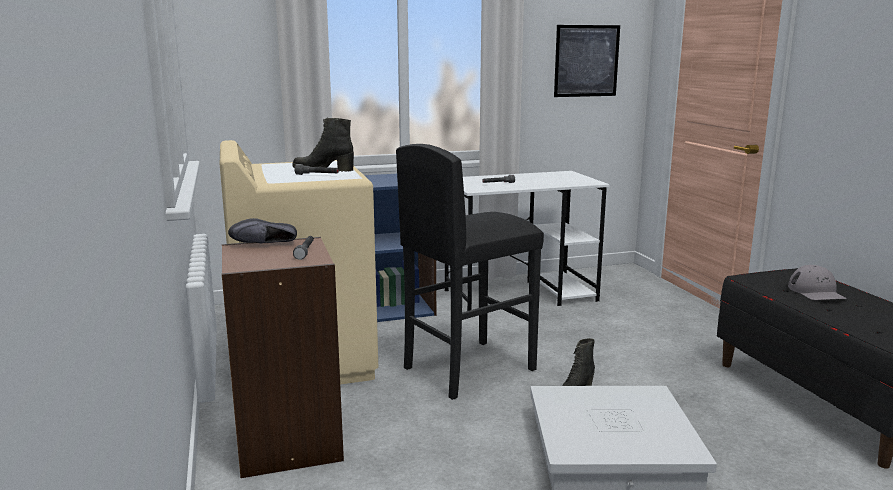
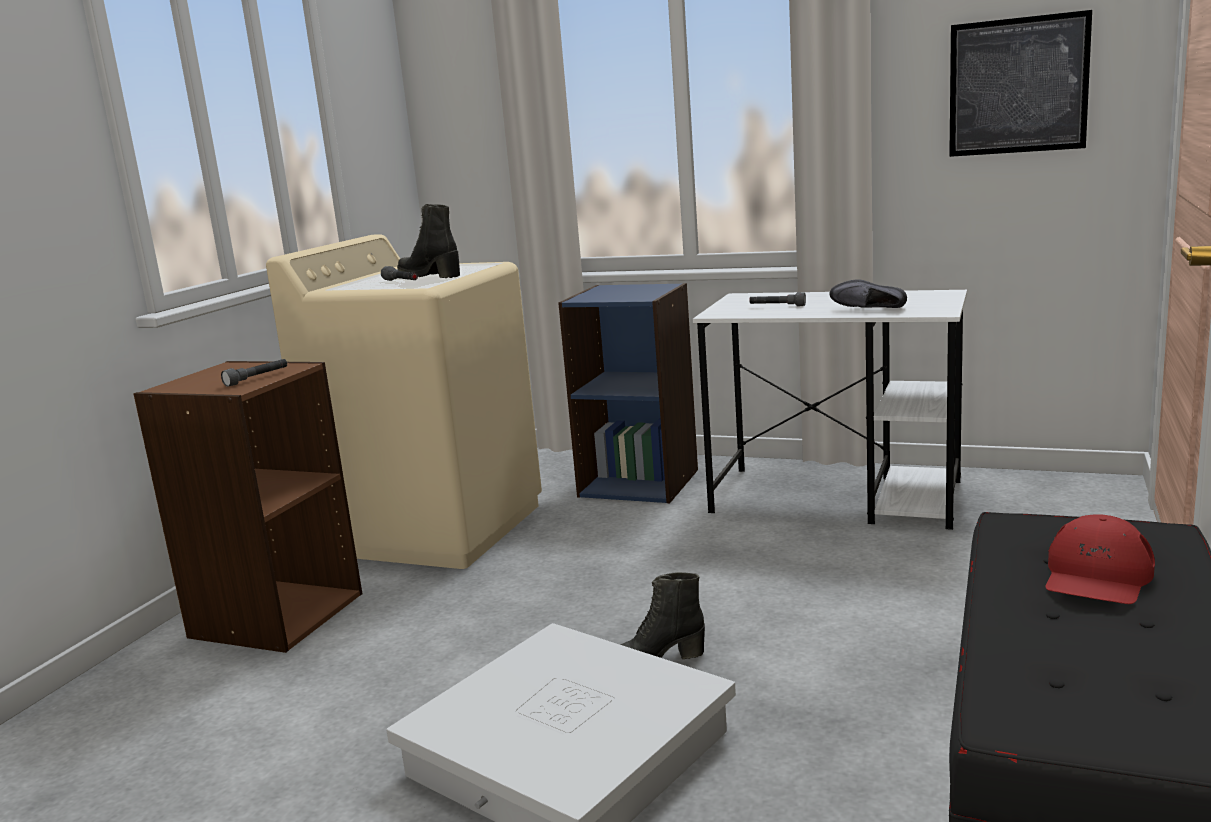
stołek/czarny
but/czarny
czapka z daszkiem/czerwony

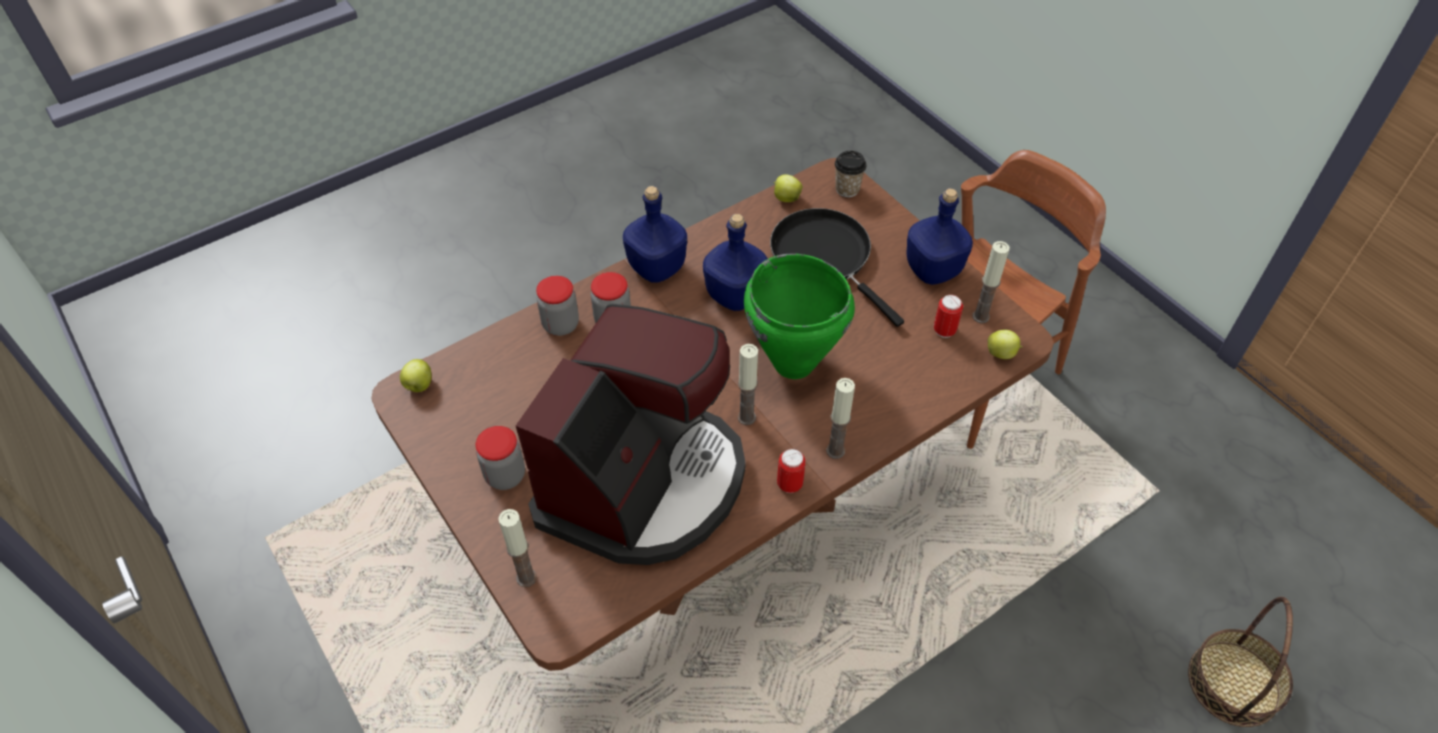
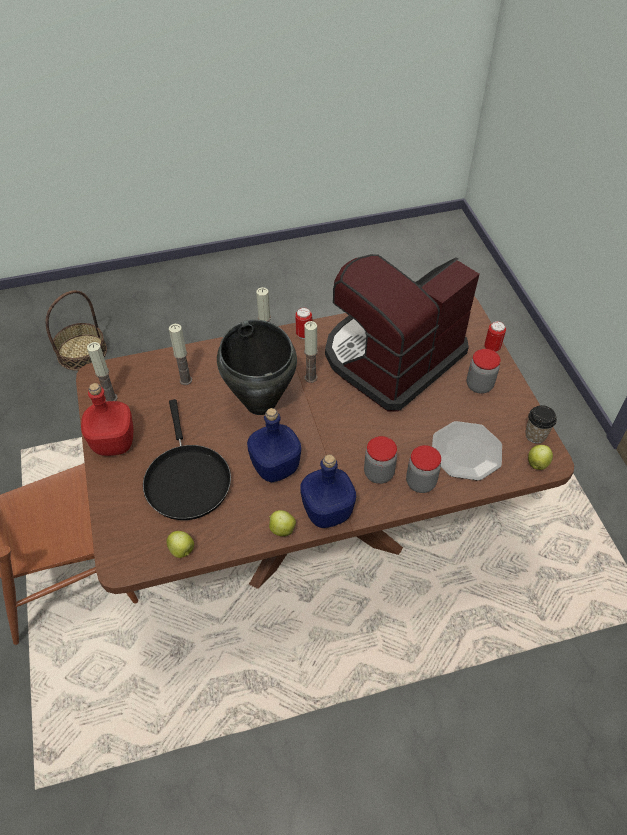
filiżanka
butelka/czerwony
garnek/czarny
puszka (no. 2 from left)
jabłko (no. 2 from left)
świeca (no. 2 from left)
talerz

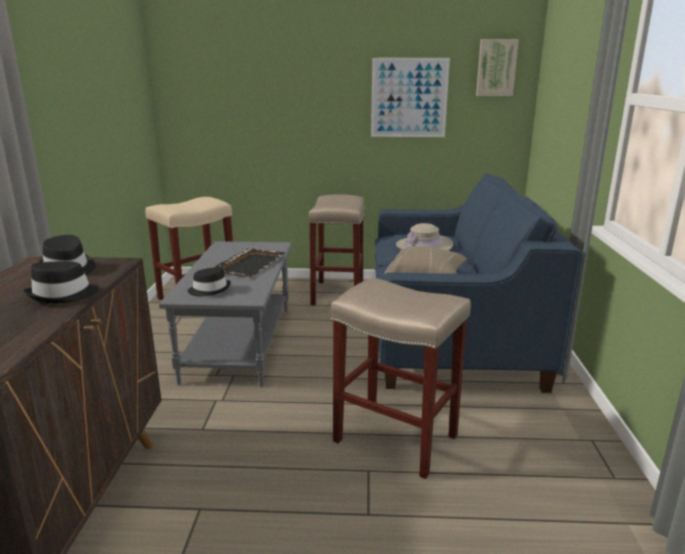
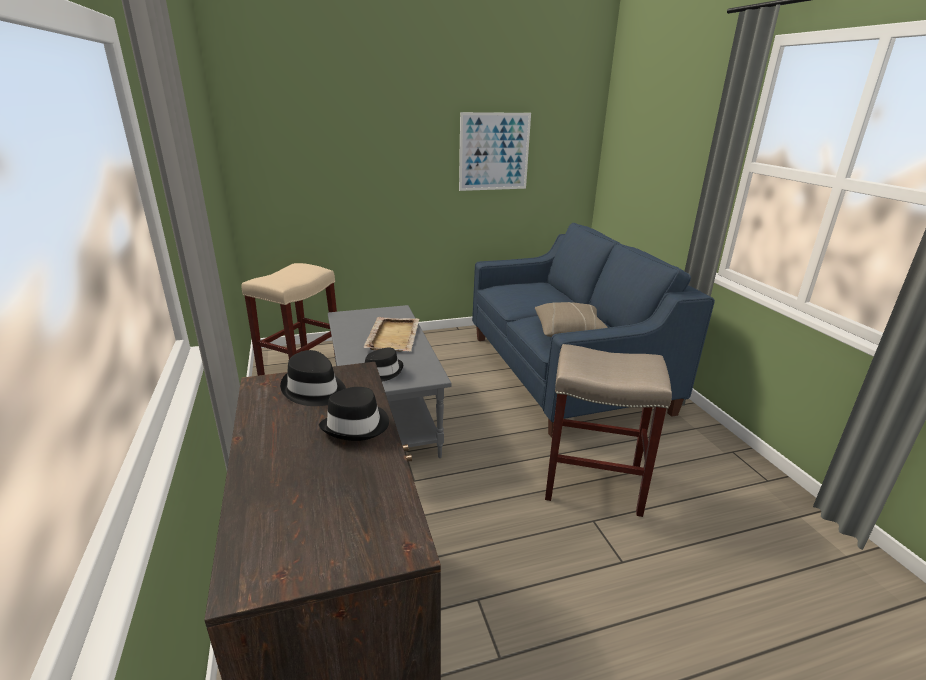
obraz (no. 2 from left in the first image)
stołek/beżowy (no. 2 from left in the first image)
kapelusz/beżowy
taca/beżowy

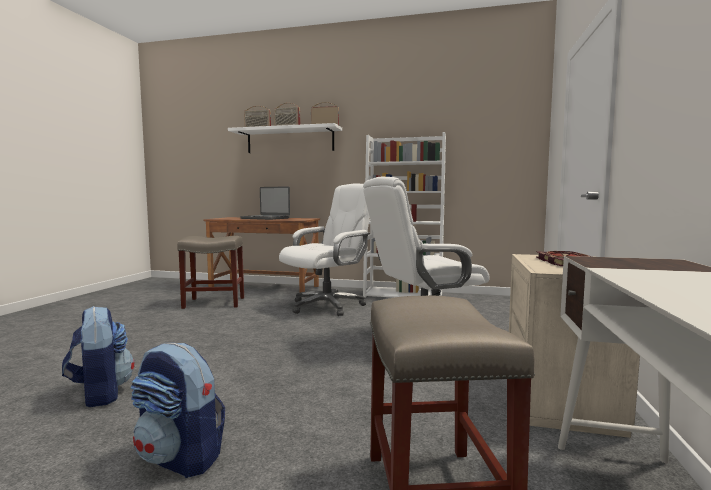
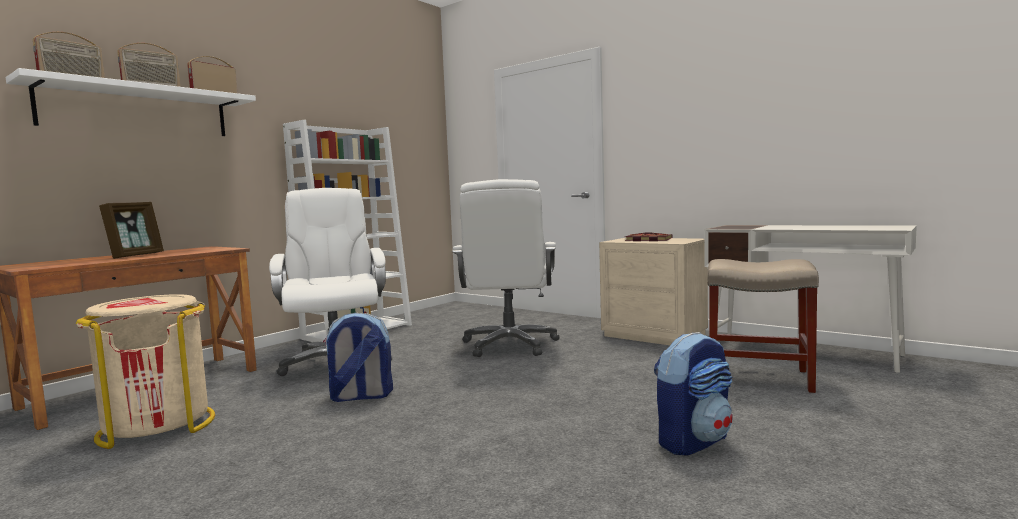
ramka na zdjęcie
kosz na śmieci/beżowy
plecak (no. 1 from left)

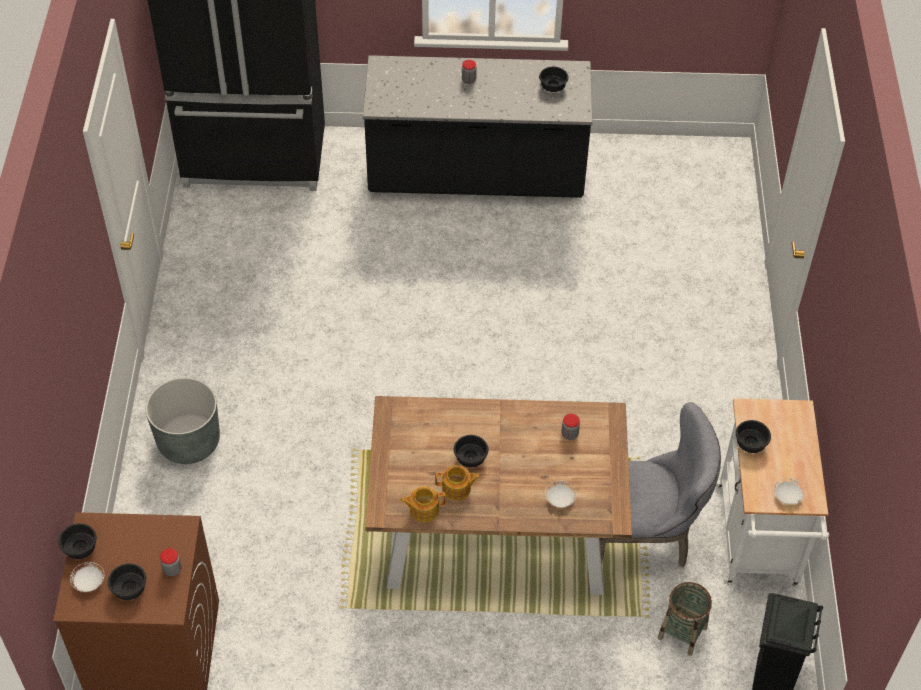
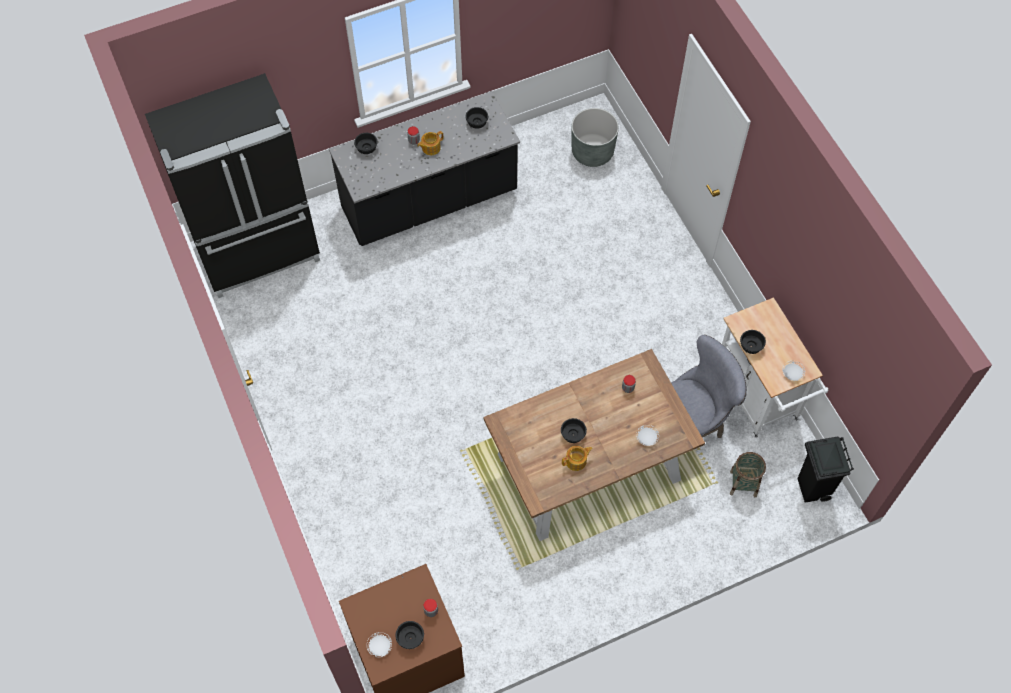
donica/szary
imbryk (no. 1 from left)
miska/czarny (no. 1 from left)

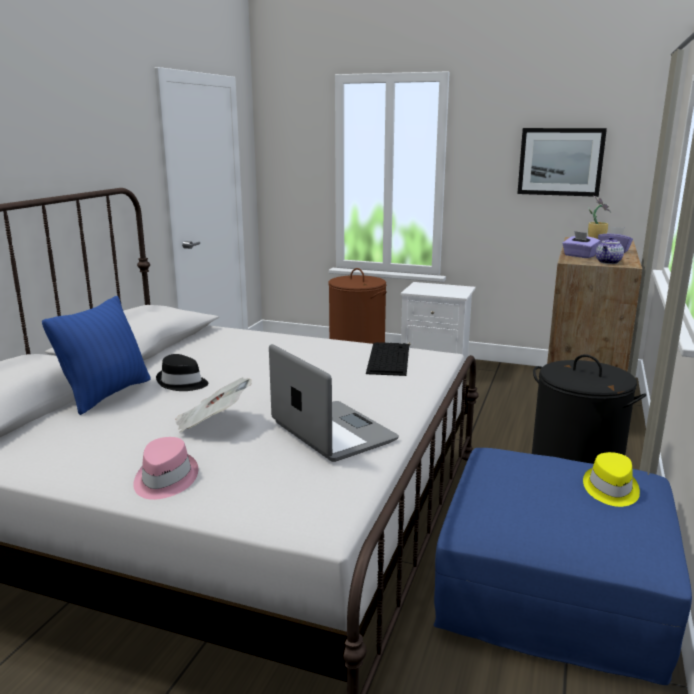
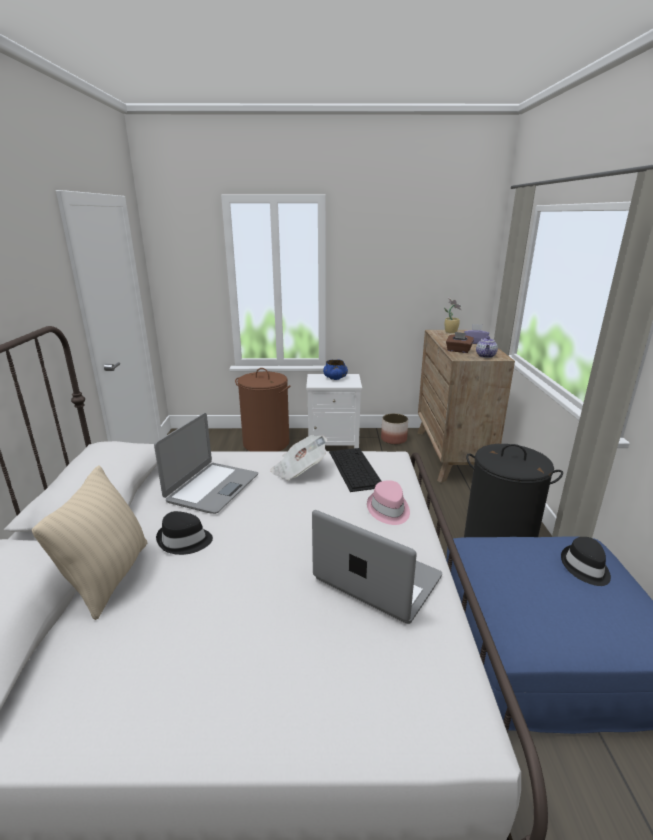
obraz
pudełko chusteczek/brązowy
poduszka/beżowy
gazeta
kapelusz/różowy
kapelusz/czarny (no. 2 from left)
miska/niebieski
laptop (no. 1 from left)
donica

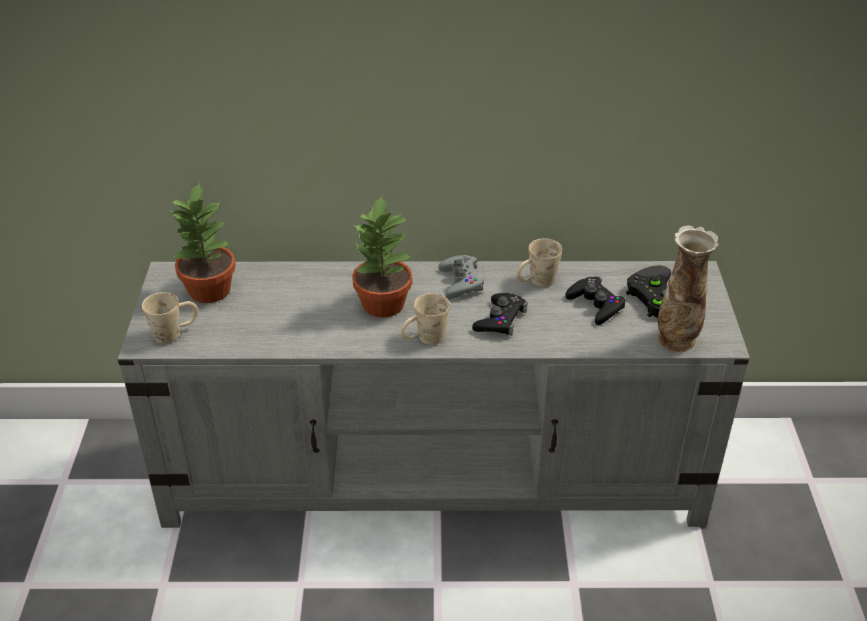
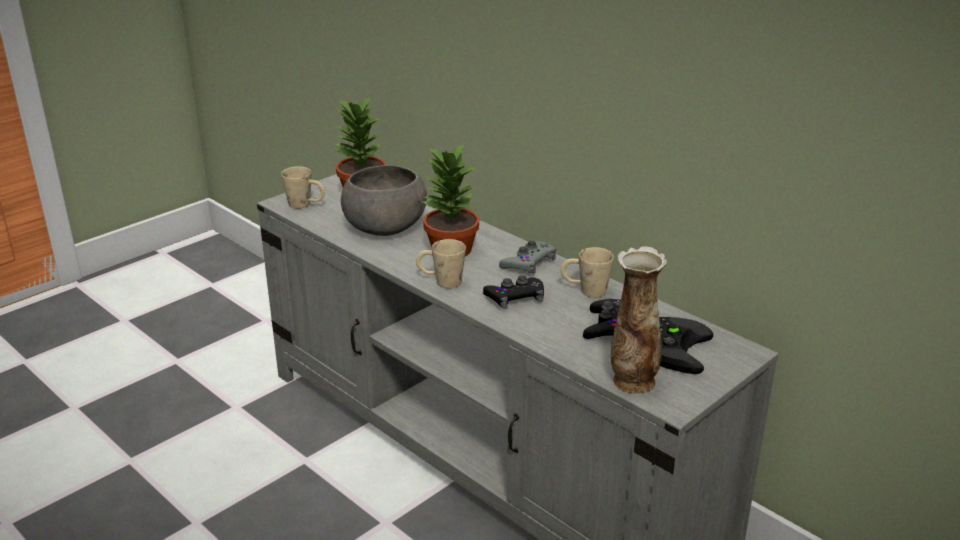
miska/szary

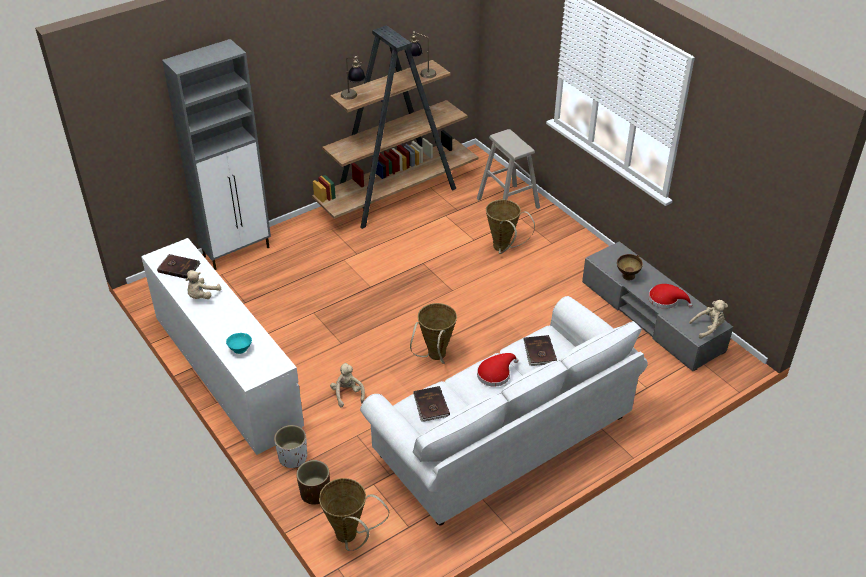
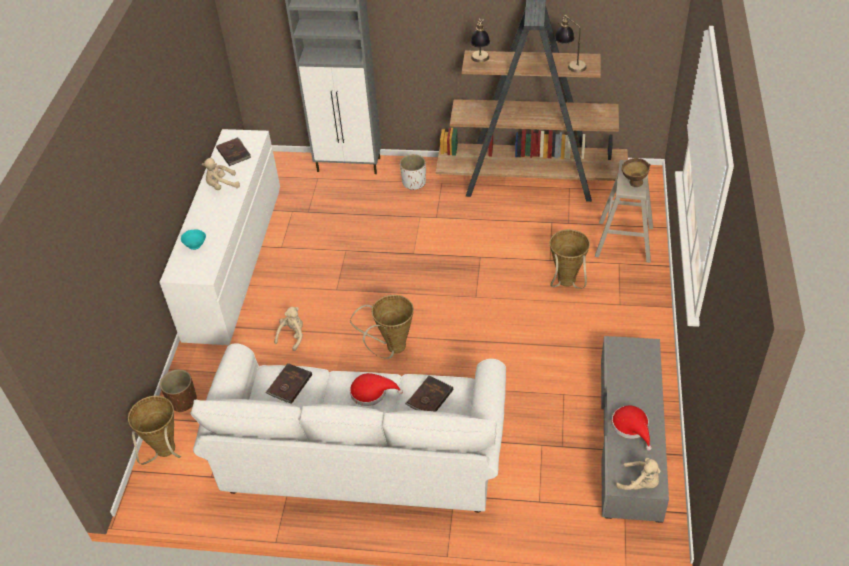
miska/brązowy
donica/biały

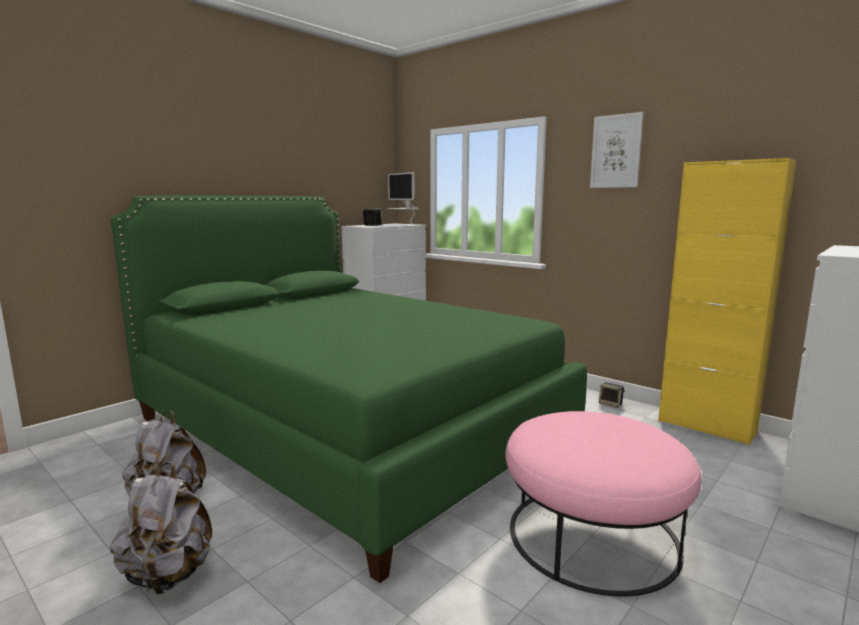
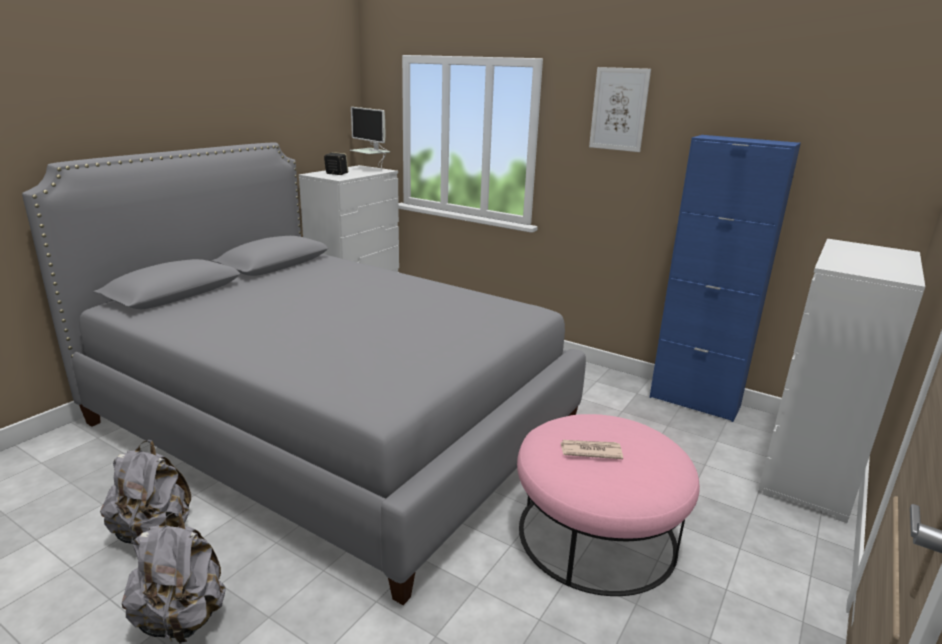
szafka/niebieski
łóżko/szary
głośnik (no. 2 from left in the first image)
gazeta

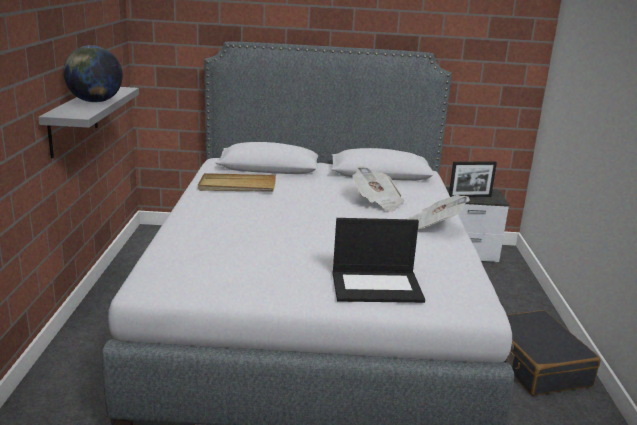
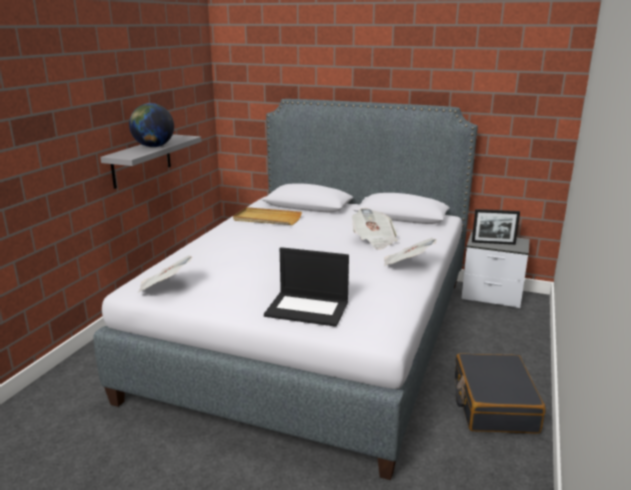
gazeta (no. 1 from left)

